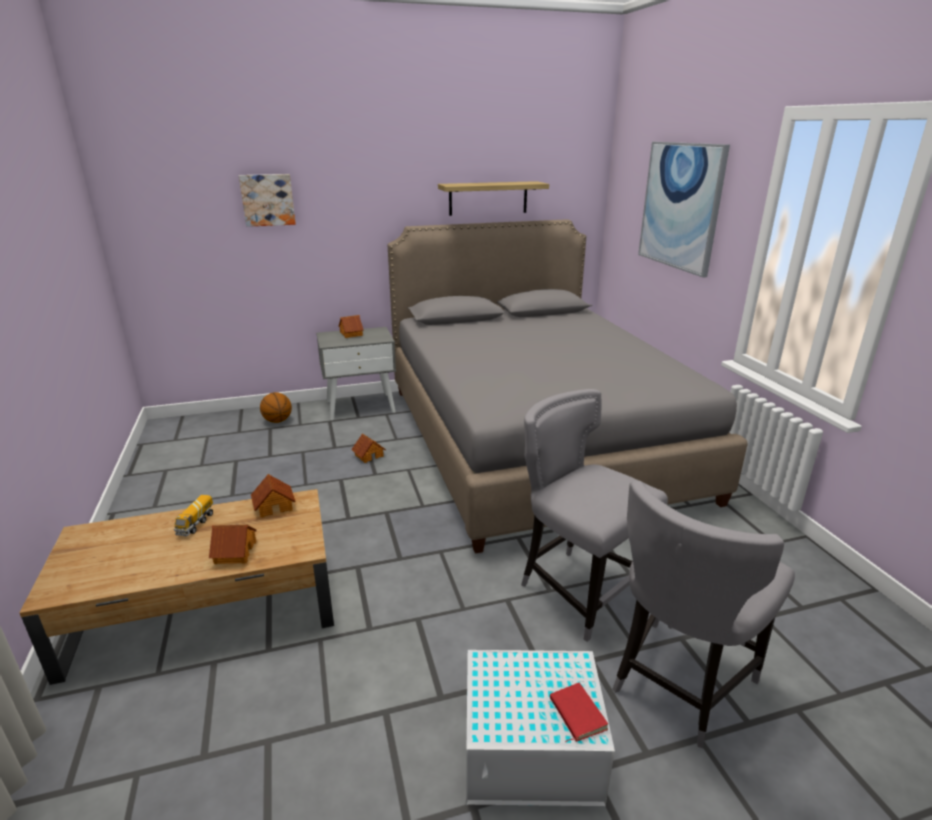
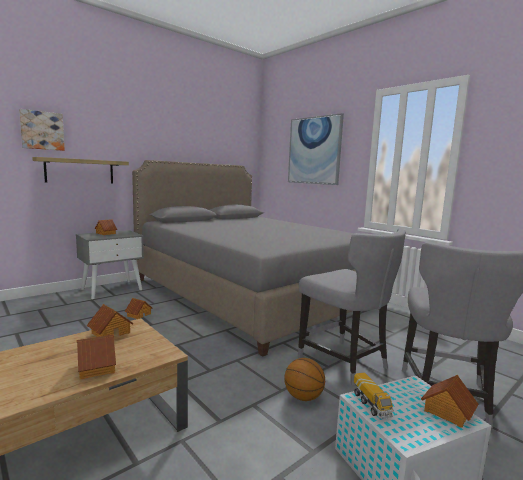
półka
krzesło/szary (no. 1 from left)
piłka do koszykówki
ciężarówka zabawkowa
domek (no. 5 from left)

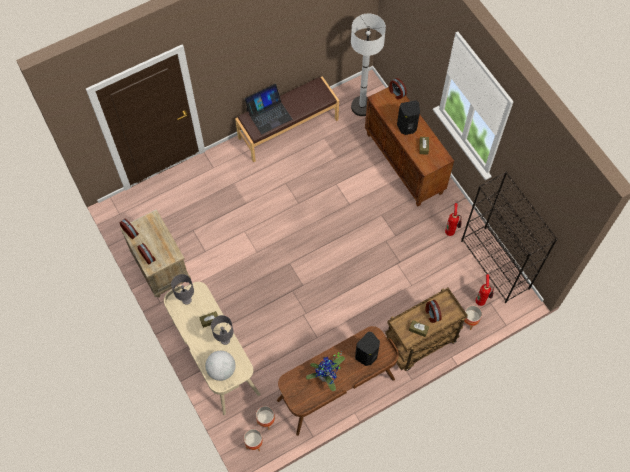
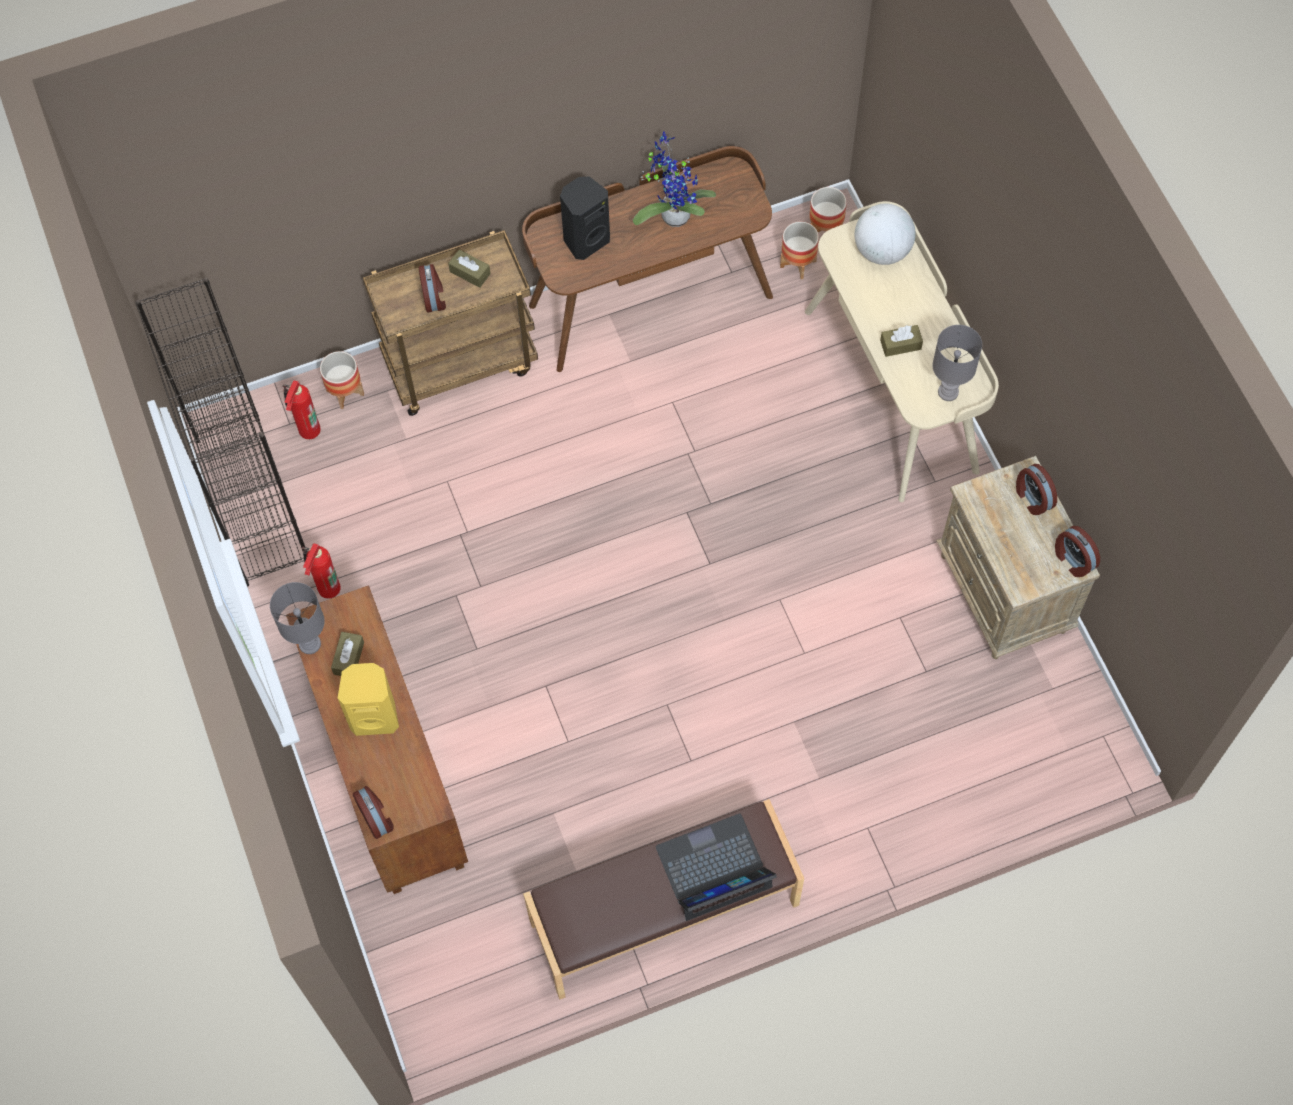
lampa stojąca/biały
głośnik/żółty
lampa stołowa/szary (no. 1 from left)

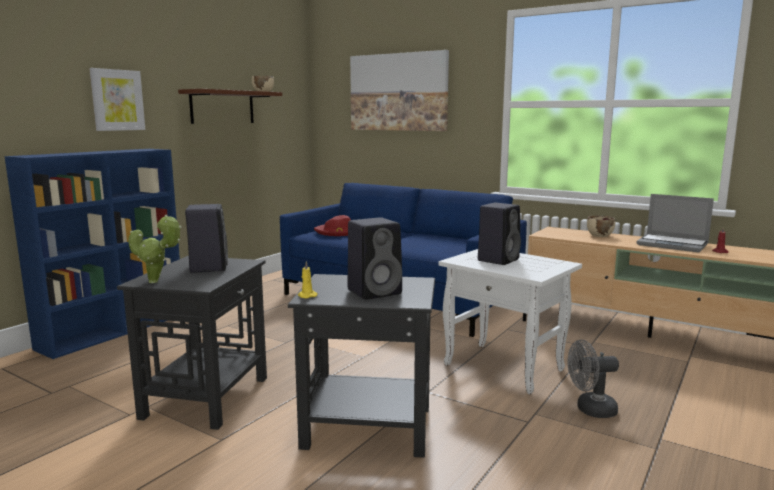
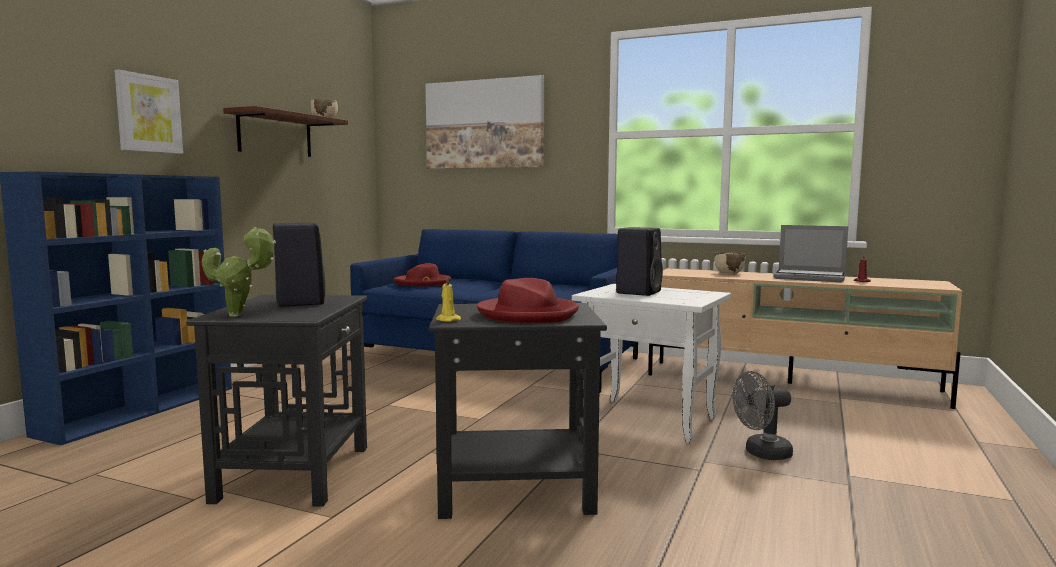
kapelusz/czerwony (no. 2 from left)

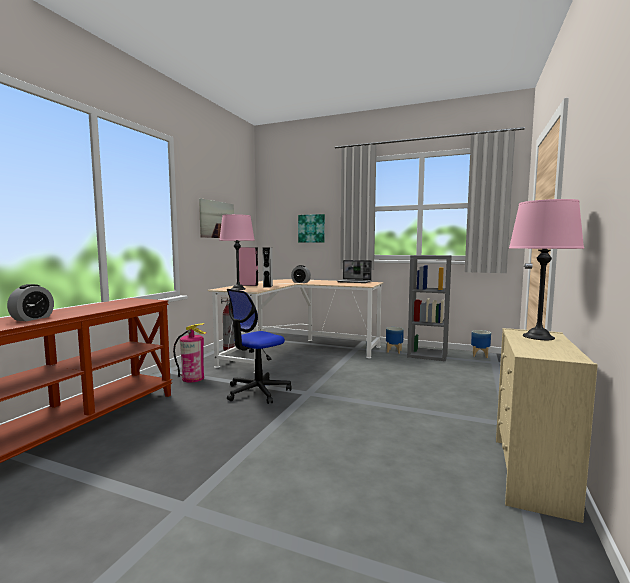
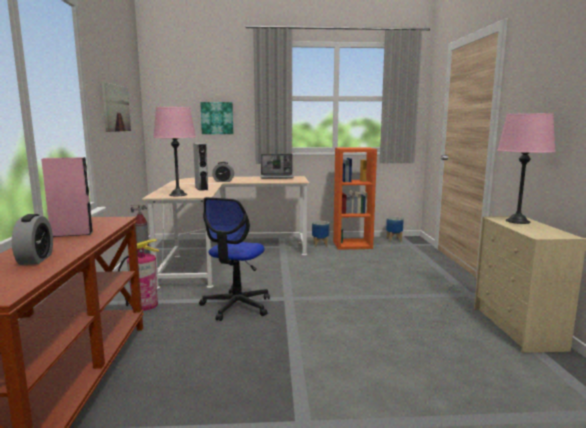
głośnik/różowy
regał/pomarańczowy

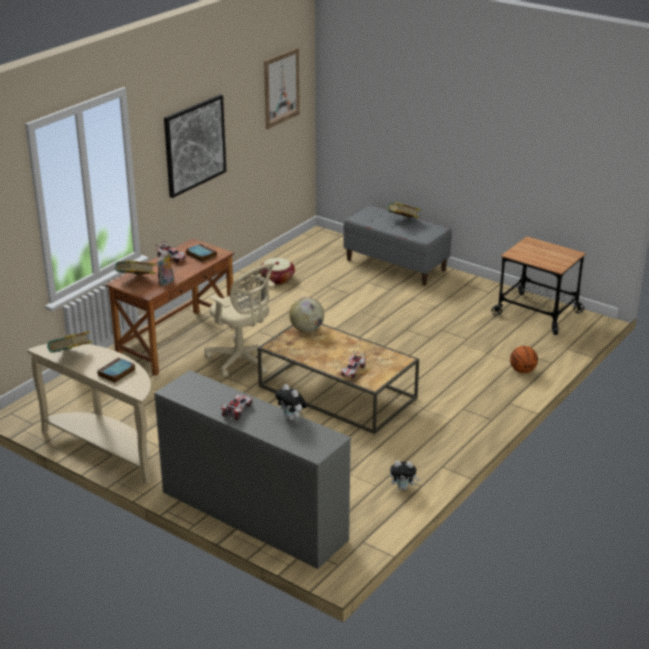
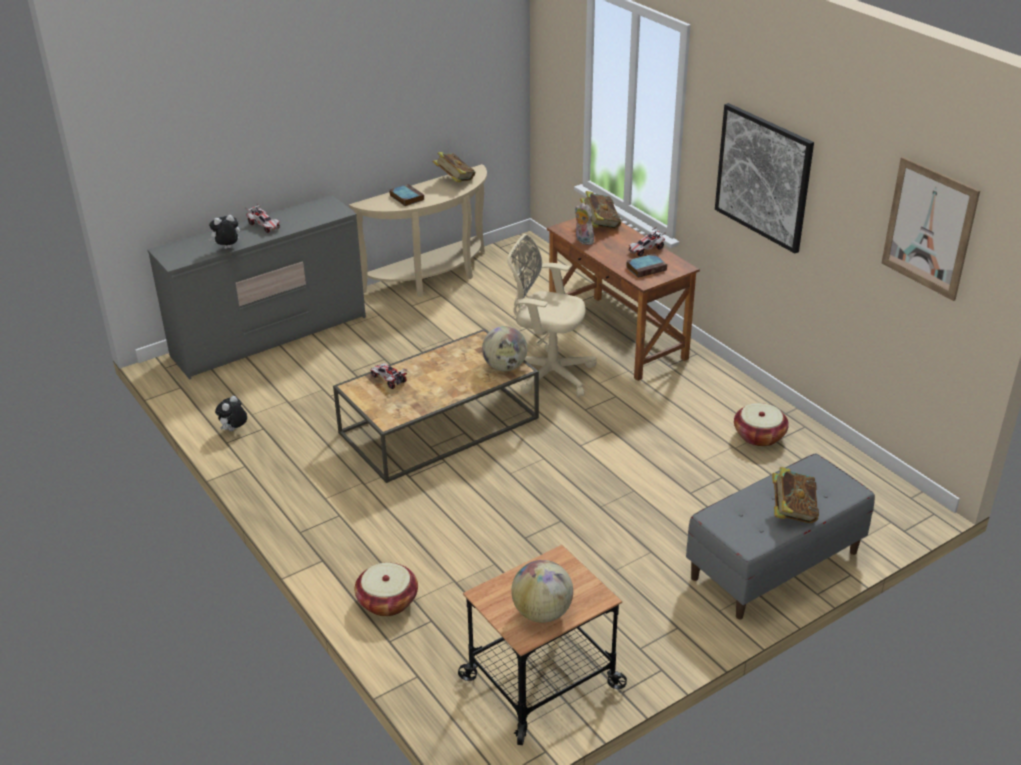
krzesło biurowe/beżowy
koszyk (no. 1 from left)
globus (no. 2 from left)

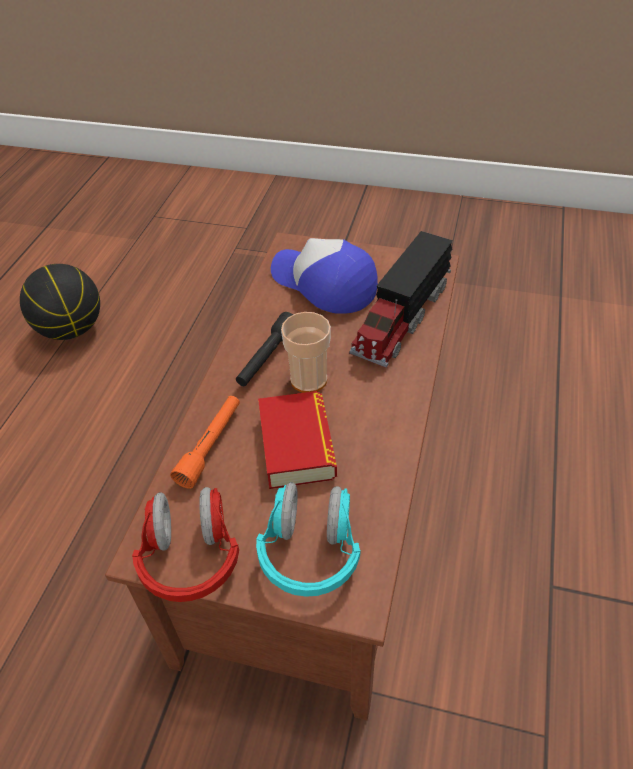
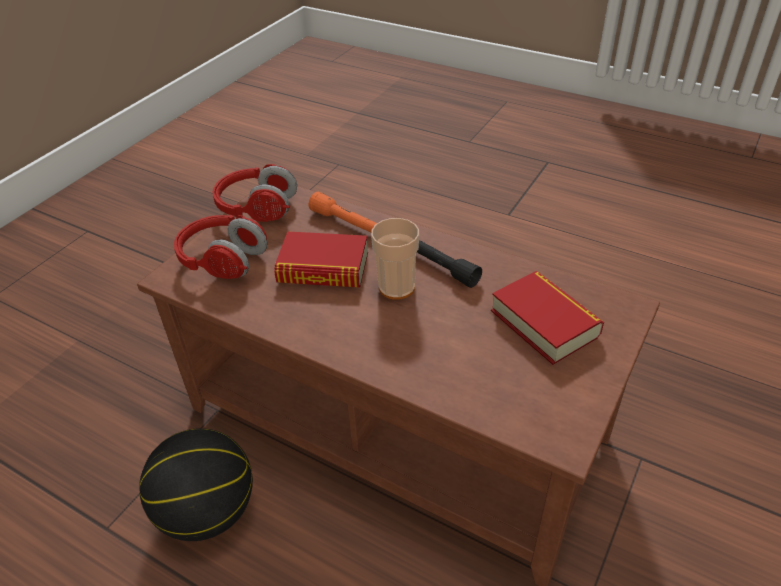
ciężarówka zabawkowa
książka (no. 2 from left)
piłka do koszykówki
słuchawki/czerwony (no. 1 from left)

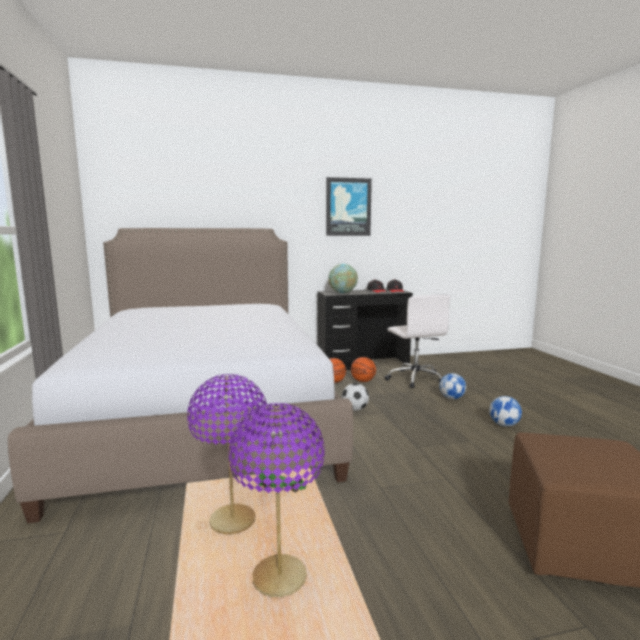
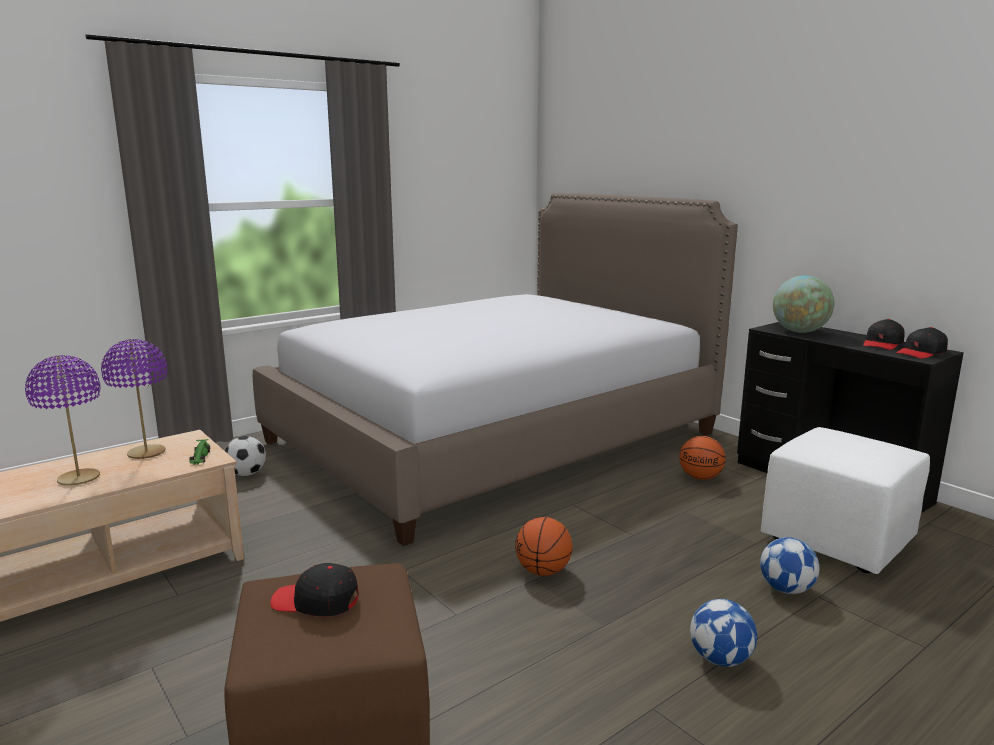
obraz
pufa/biały
piłka do koszykówki (no. 1 from left)
piłka futbolowa (no. 1 from left)
czapka z daszkiem/czarny (no. 1 from left)

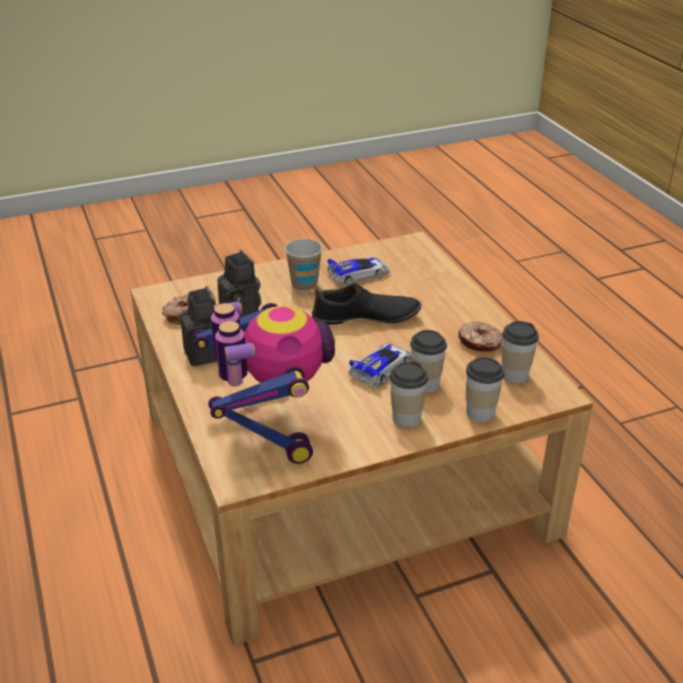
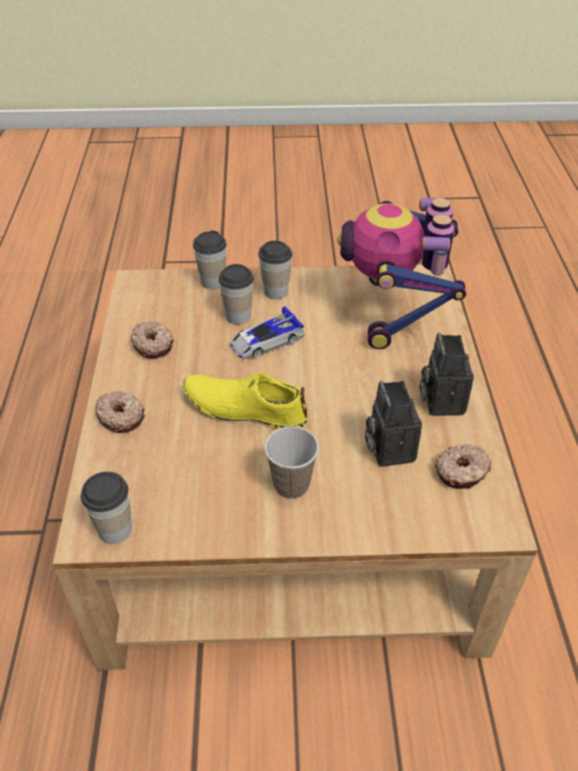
samochodzik (no. 1 from left in the first image)
but/żółty
filiżanka (no. 1 from left)
donut (no. 1 from left)

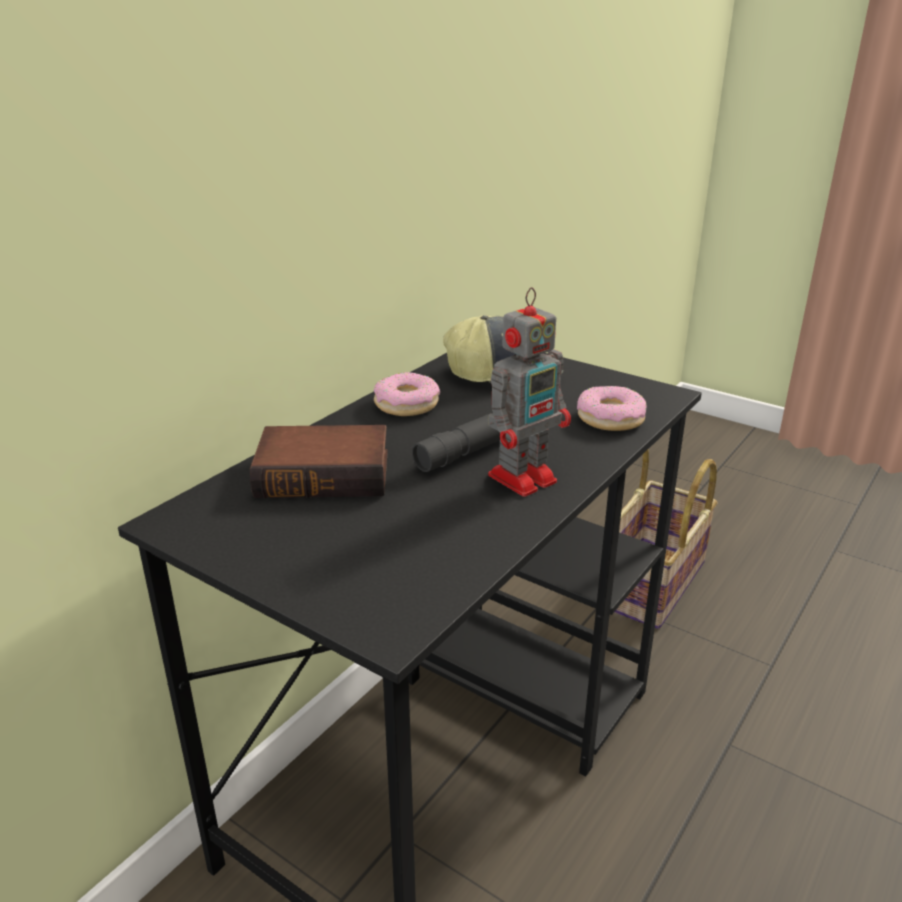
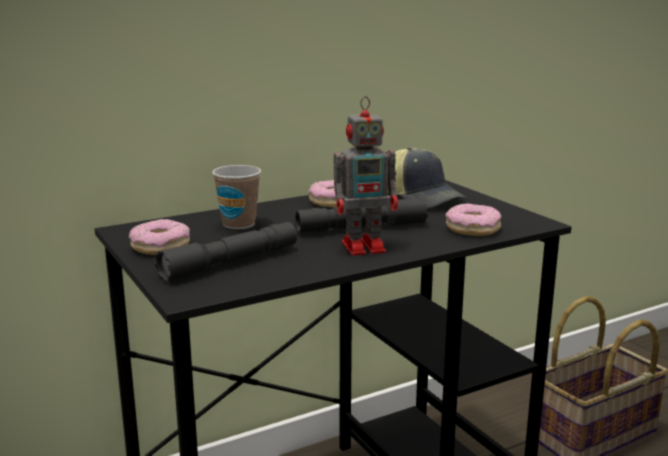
filiżanka
donut (no. 1 from left)
latarka/szary (no. 1 from left)

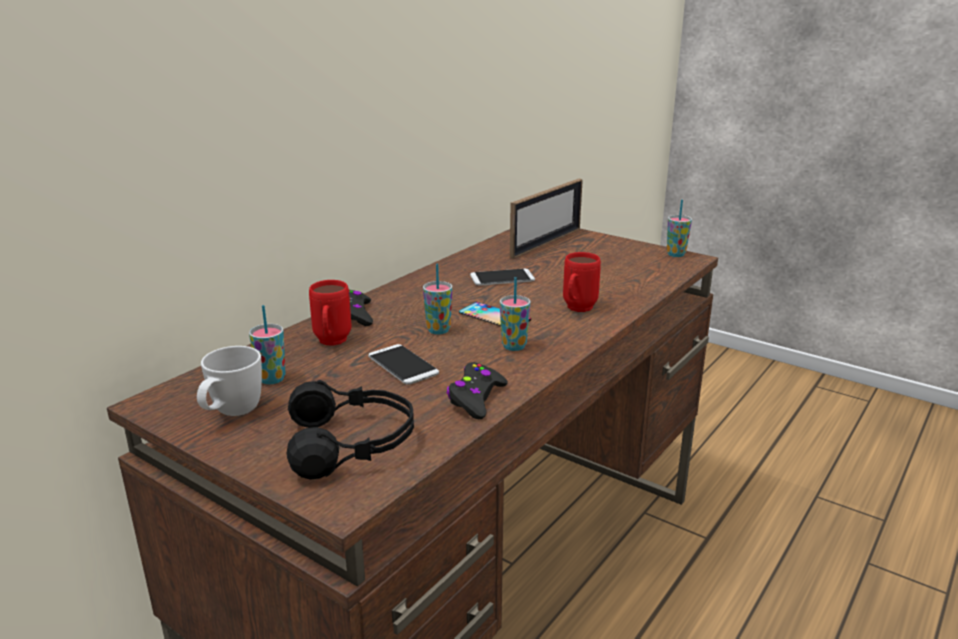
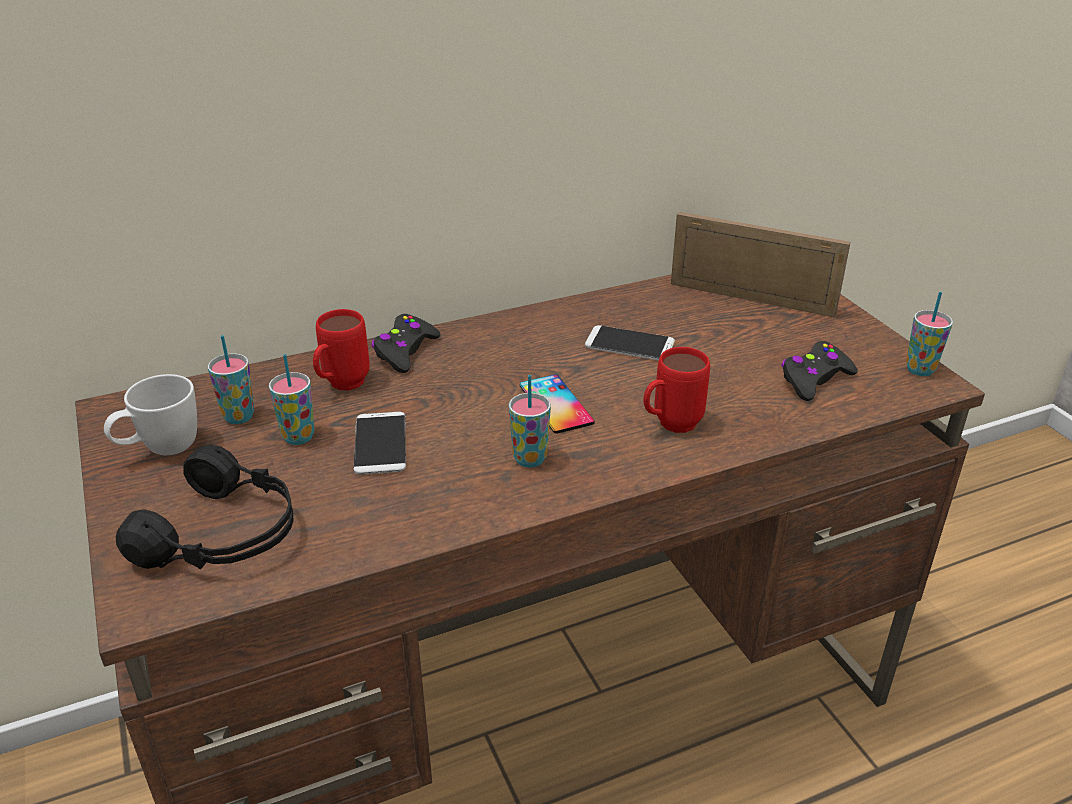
ramka na zdjęcie
filiżanka (no. 2 from left)
pad do gier/czarny (no. 2 from left)

